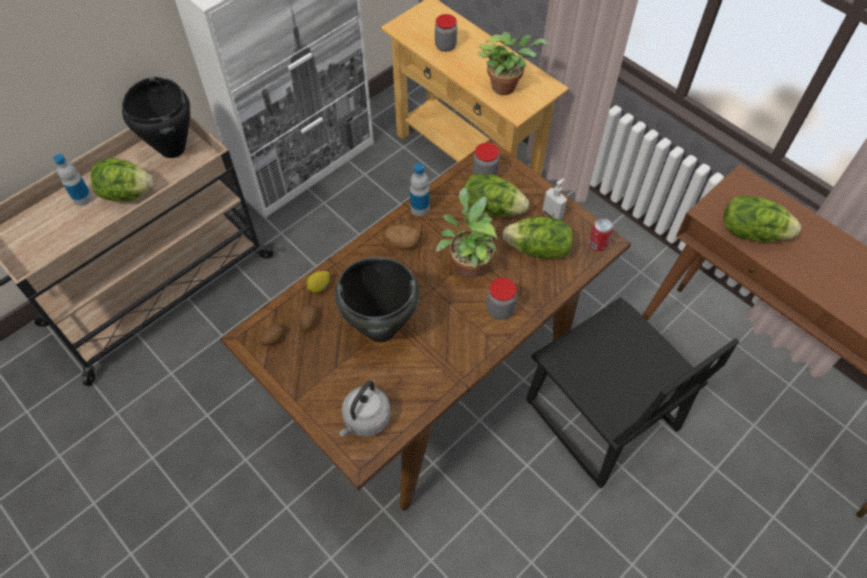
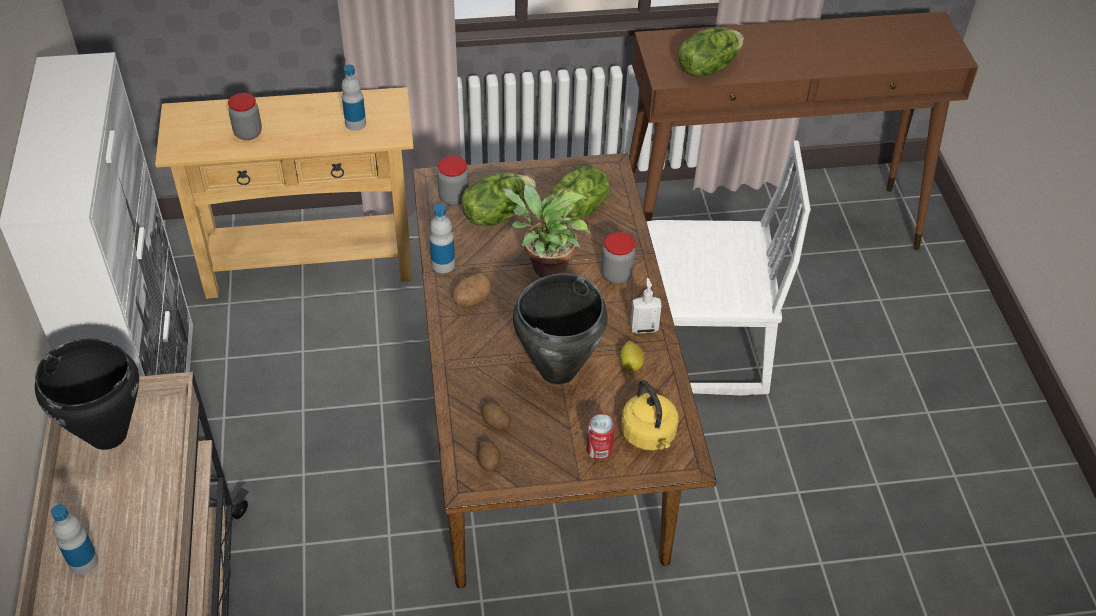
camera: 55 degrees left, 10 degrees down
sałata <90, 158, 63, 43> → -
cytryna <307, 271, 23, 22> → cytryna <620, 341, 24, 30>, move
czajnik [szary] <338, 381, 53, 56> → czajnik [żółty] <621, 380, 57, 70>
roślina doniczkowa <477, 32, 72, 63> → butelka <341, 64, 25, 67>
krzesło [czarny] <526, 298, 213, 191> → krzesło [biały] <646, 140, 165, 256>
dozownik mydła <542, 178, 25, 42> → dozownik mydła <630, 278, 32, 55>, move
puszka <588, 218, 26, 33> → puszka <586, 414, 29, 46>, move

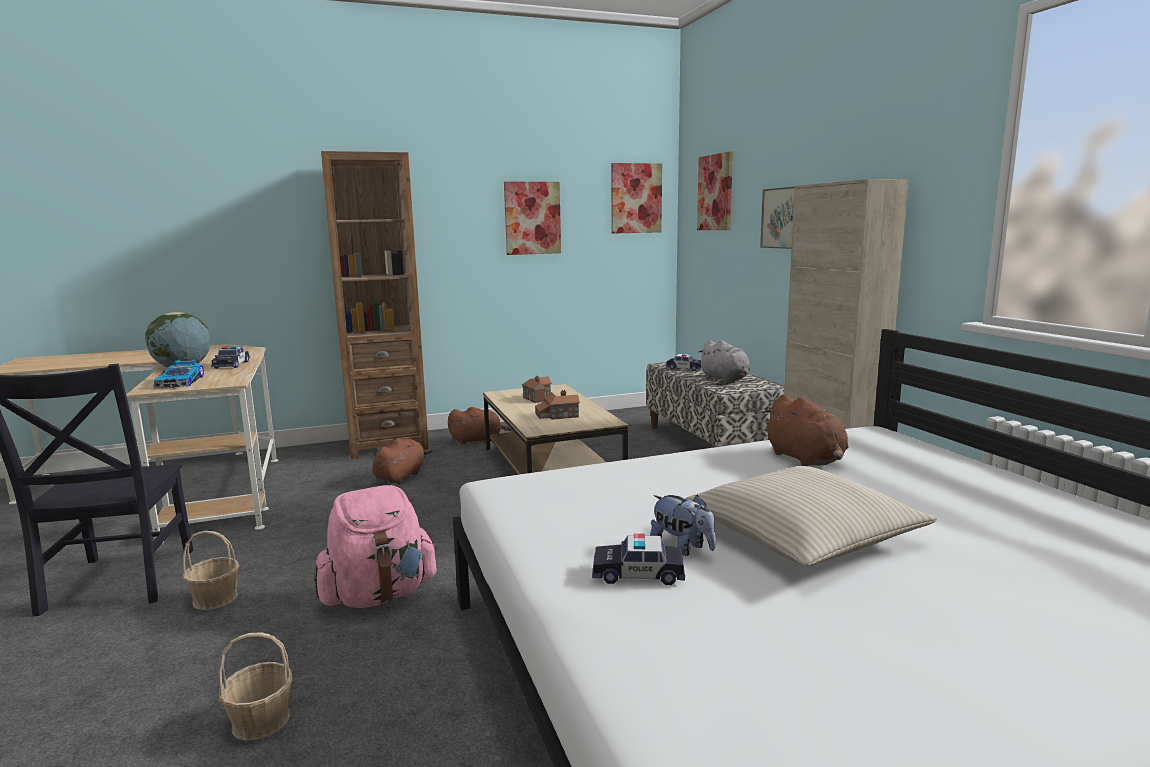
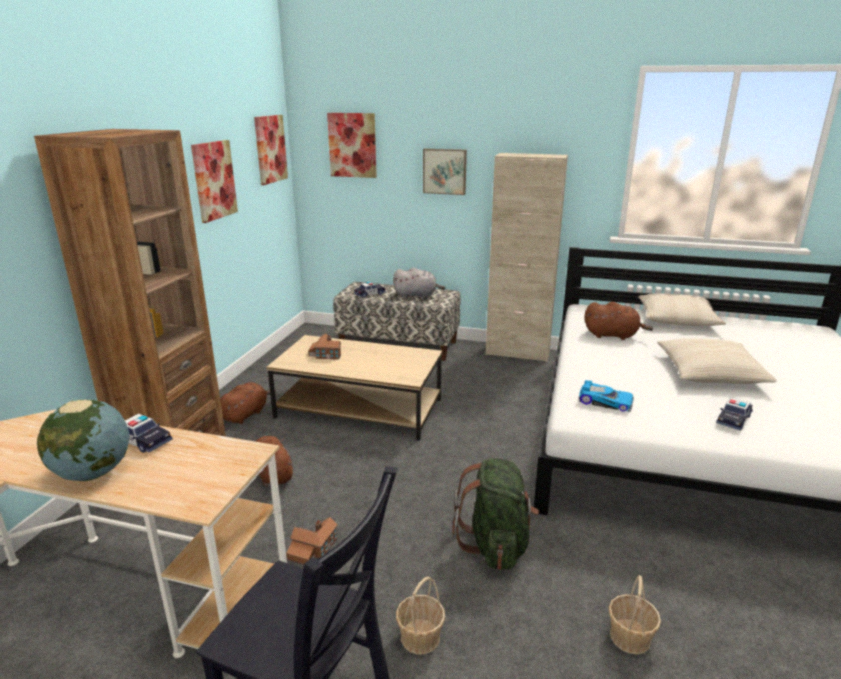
camera: 55 degrees left, 10 degrees up
samochodzik <153, 359, 51, 29> → samochodzik <579, 380, 55, 32>, move
plecak [różowy] <314, 485, 124, 123> → plecak [zielony] <453, 458, 86, 112>
domek <535, 390, 45, 30> → domek <286, 517, 52, 48>, move
pluszak <650, 495, 66, 61> → -
- → poduszka [beżowy] <638, 293, 88, 33>

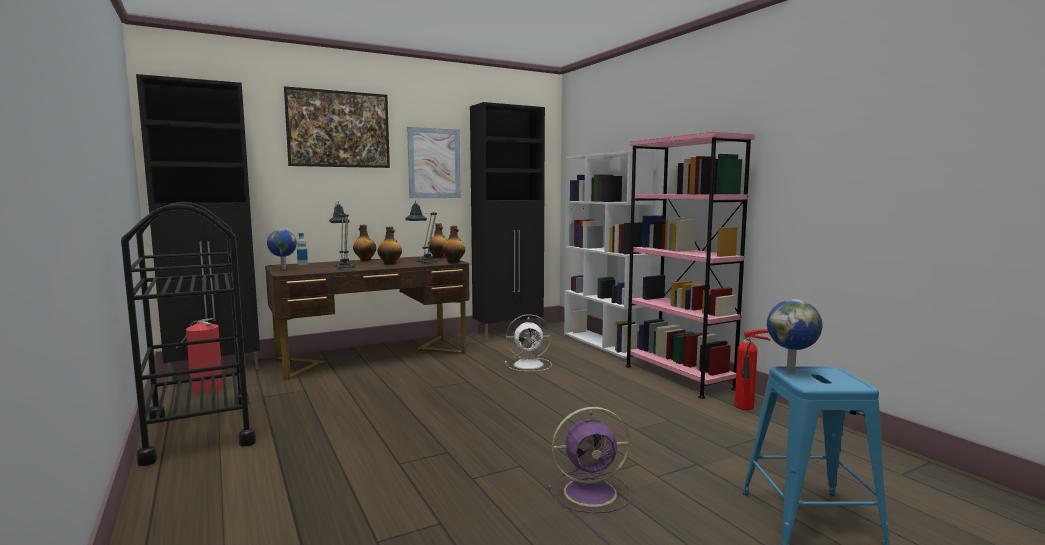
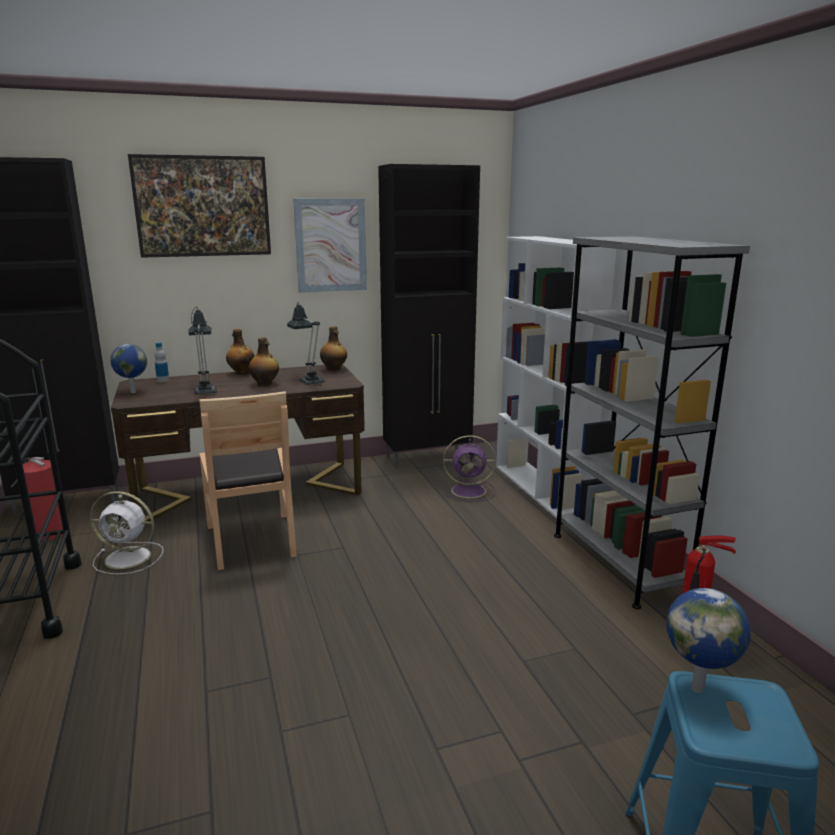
camera: 10 degrees right, 10 degrees up
butelka <442, 226, 23, 37> → -
wentylator [biały] <505, 314, 47, 57> → wentylator [biały] <90, 491, 74, 84>, move
wentylator [fioletowy] <548, 407, 83, 106> → wentylator [fioletowy] <442, 435, 54, 67>, move
regał [różowy] <626, 132, 129, 267> → regał [szary] <554, 236, 196, 373>
- → krzesło [brązowy] <199, 391, 98, 179>

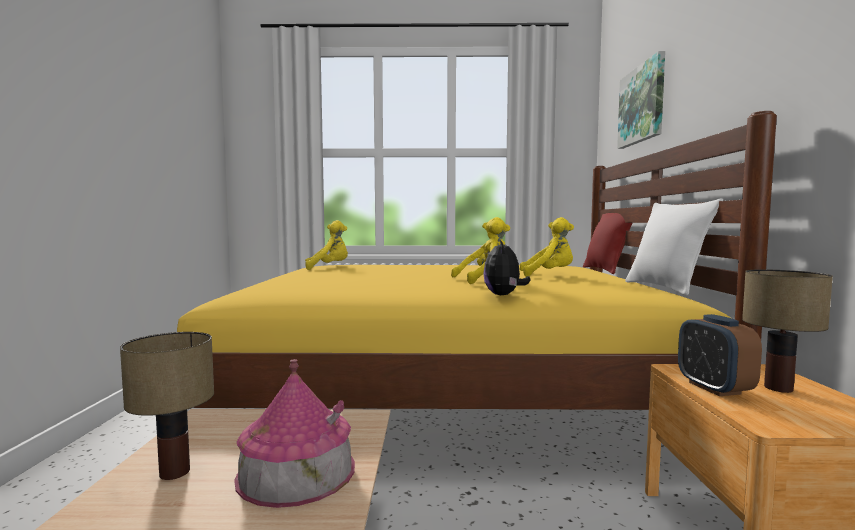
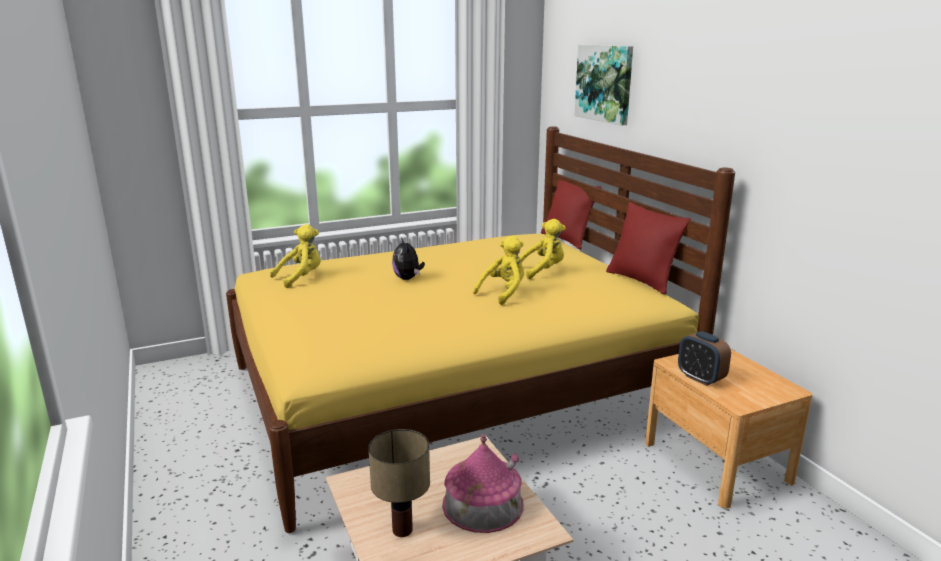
camera: 25 degrees left, 15 degrees up
pluszak <483, 240, 47, 55> → pluszak <392, 238, 33, 42>, move
poduszka [biały] <625, 198, 98, 98> → poduszka [czerwony] <606, 202, 85, 93>
lampa stołowa <742, 269, 91, 124> → -

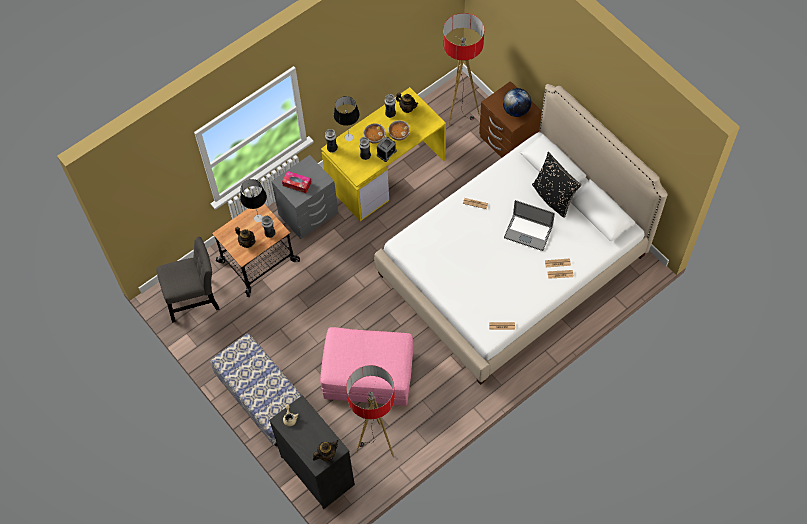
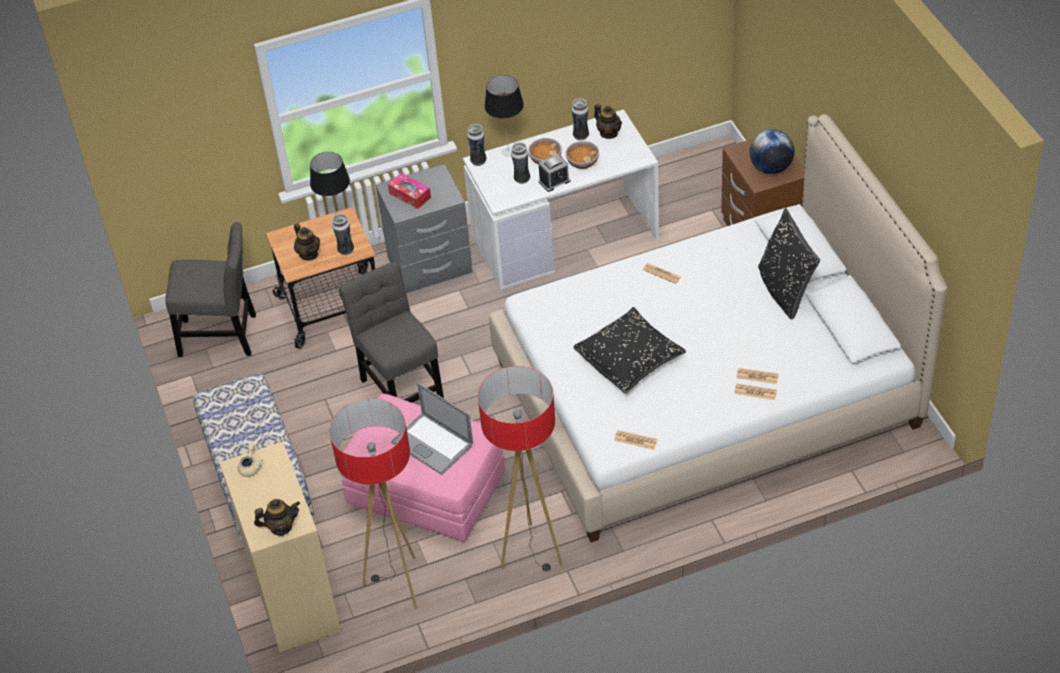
camera: 20 degrees right, 15 degrees down
komoda [czarny] <269, 395, 86, 114> → komoda [beżowy] <219, 442, 122, 210>
biurko [żółty] <321, 87, 125, 134> → biurko [biały] <463, 109, 196, 181>
lampa stojąca <443, 13, 41, 112> → lampa stojąca <478, 366, 85, 205>, move
laptop <504, 200, 51, 51> → laptop <391, 383, 82, 92>, move
- → krzesło [szary] <339, 261, 105, 142>
- → poduszka [czarny] <573, 307, 113, 86>

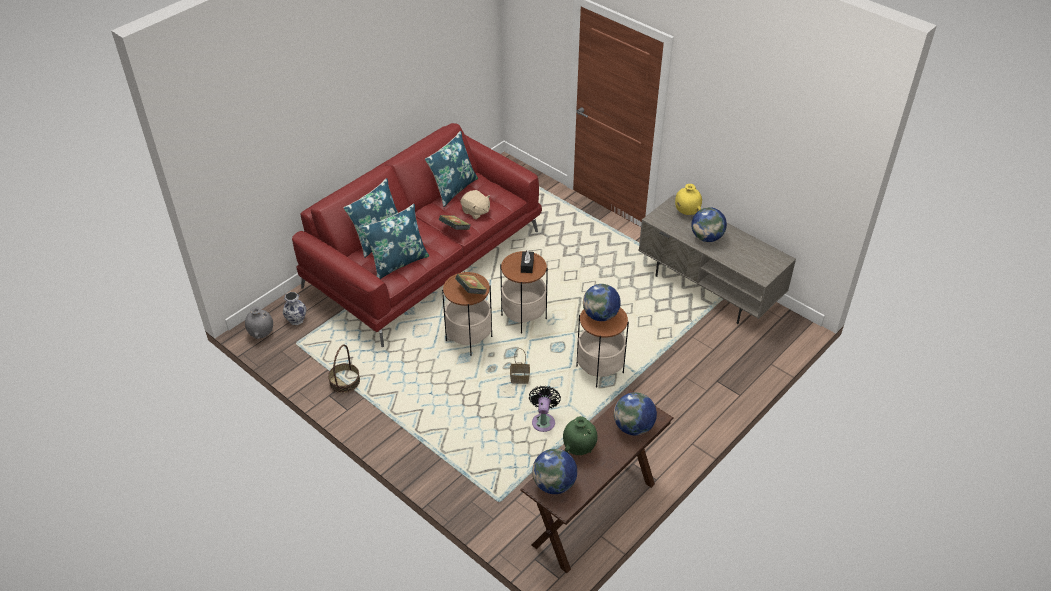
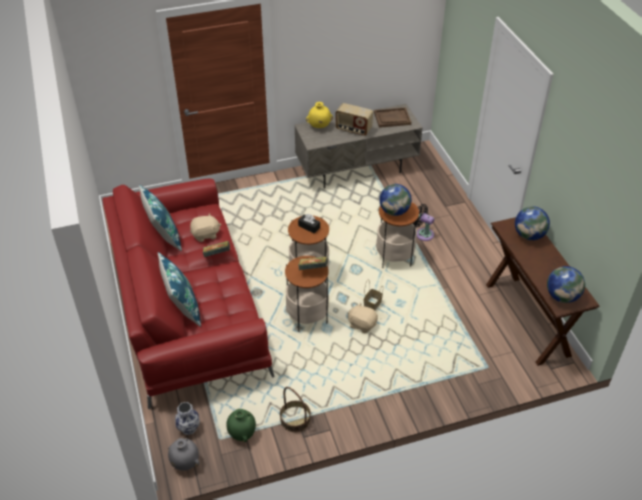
camera: 60 degrees left, 0 degrees up
poduszka [niebieski] <361, 204, 68, 75> → -
wentylator [czarny] <529, 386, 32, 46> → wentylator [czarny] <412, 204, 23, 37>, move
wazon [zielony] <563, 416, 35, 39> → wazon [zielony] <226, 409, 30, 33>, move
globus <691, 207, 36, 35> → radio <336, 103, 37, 33>
- → pluszak [beżowy] <347, 302, 31, 31>
- → taca [brązowy] <374, 107, 37, 21>

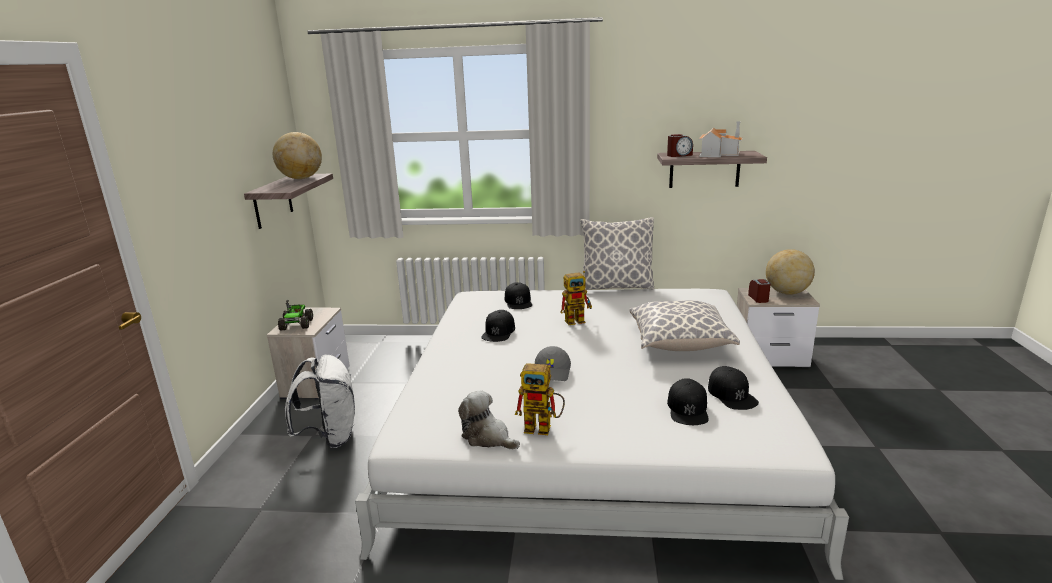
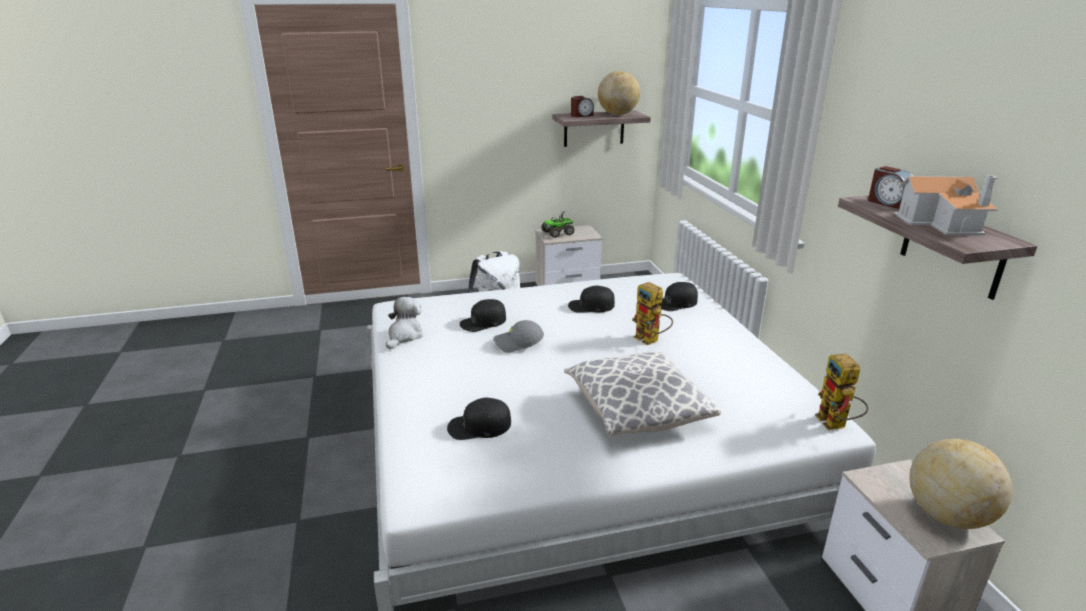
camera: 70 degrees right, 5 degrees up
robot zabawkowy <515, 363, 50, 72> → robot zabawkowy <815, 354, 54, 76>, move
poduszka <580, 217, 74, 73> → -
czapka z daszkiem [czarny] <708, 366, 51, 44> → czapka z daszkiem [czarny] <460, 299, 46, 33>, move
budzik <748, 279, 23, 24> → budzik <571, 96, 23, 21>, move

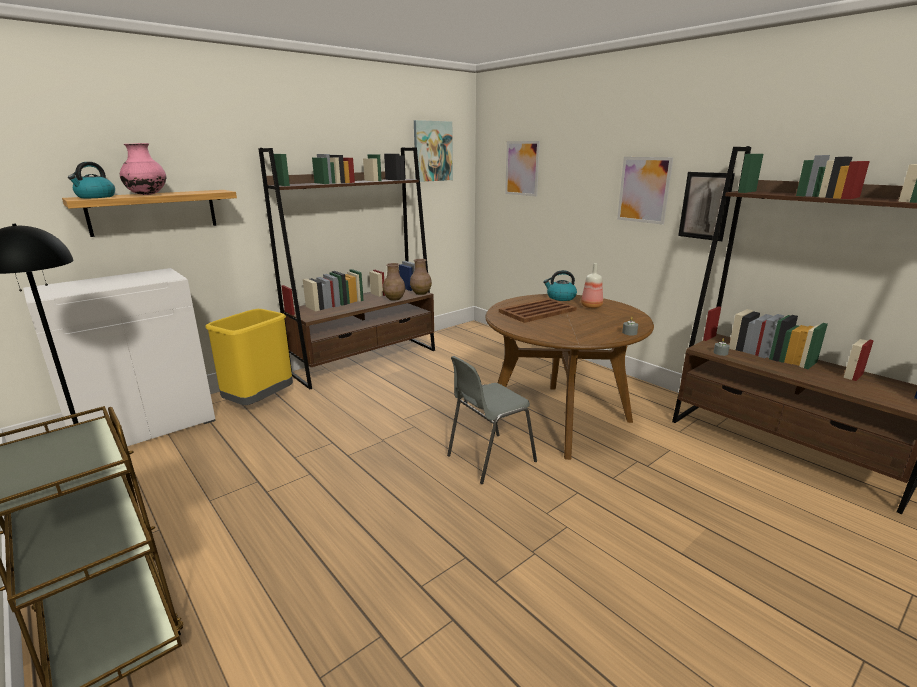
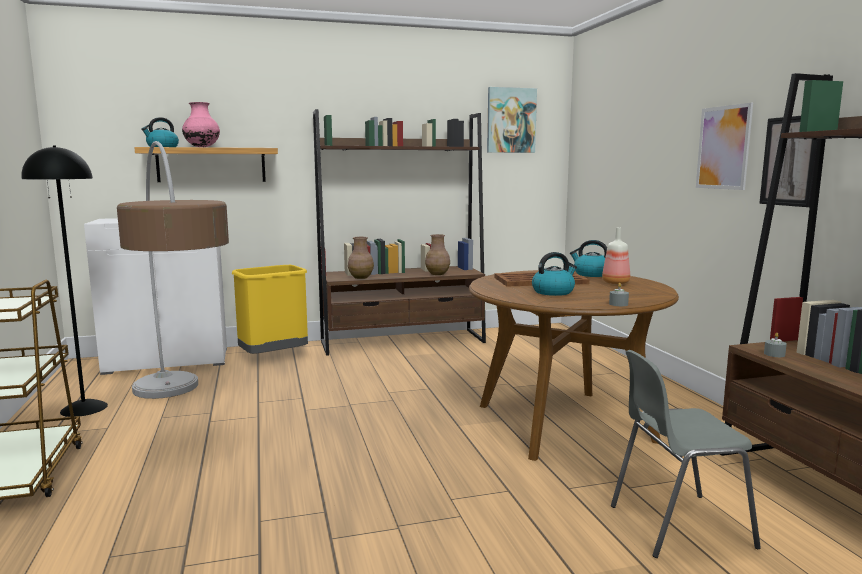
camera: 25 degrees right, 10 degrees down
wazon [brązowy] <410, 259, 22, 36> → wazon [brązowy] <348, 237, 26, 42>, move
krzesło [szary] <447, 356, 90, 128> → krzesło [szary] <611, 350, 150, 208>, move
obraz <505, 141, 35, 55> → -
- → lampa stojąca <117, 141, 112, 258>
- → czajnik <532, 252, 45, 44>

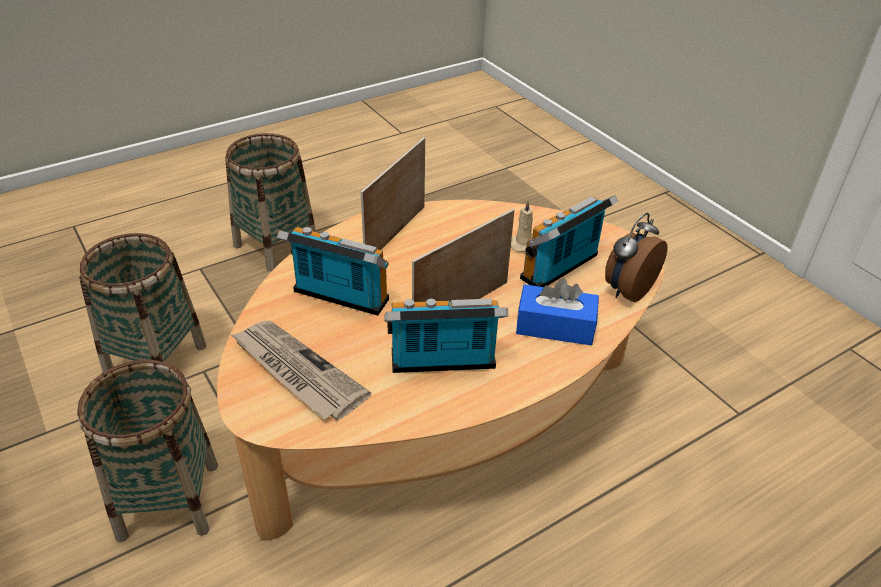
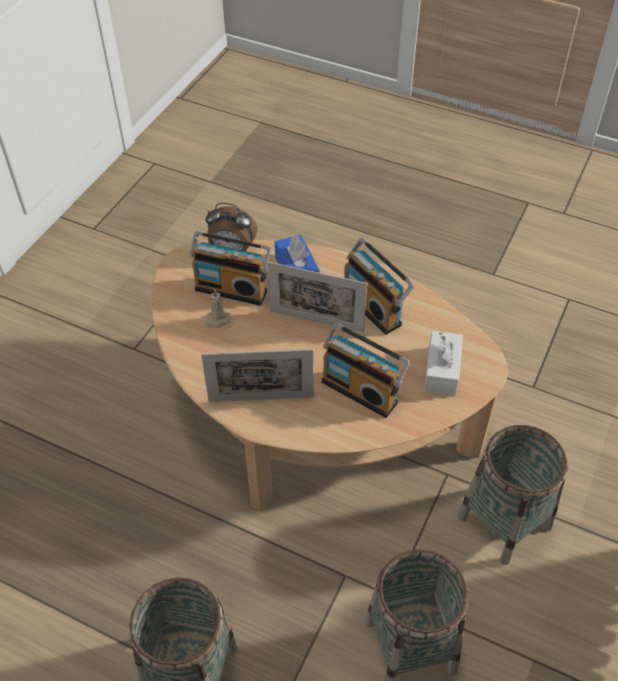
camera: 120 degrees left, 10 degrees up
gazeta <231, 321, 140, 99> → pudełko chusteczek [biały] <424, 331, 39, 65>
radio <277, 227, 112, 89> → radio <322, 323, 88, 95>, 45 degrees counterclockwise

